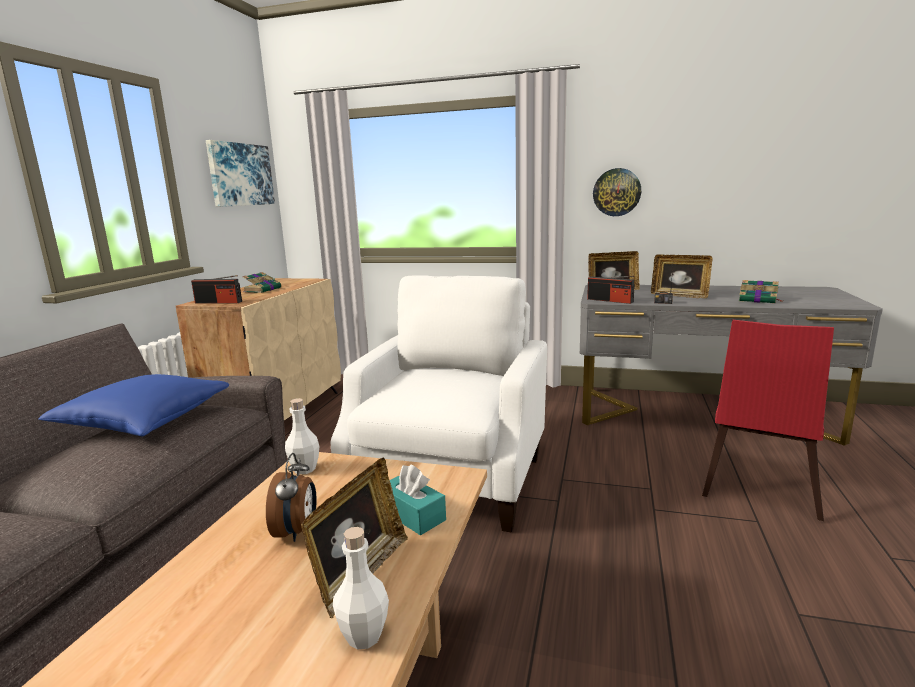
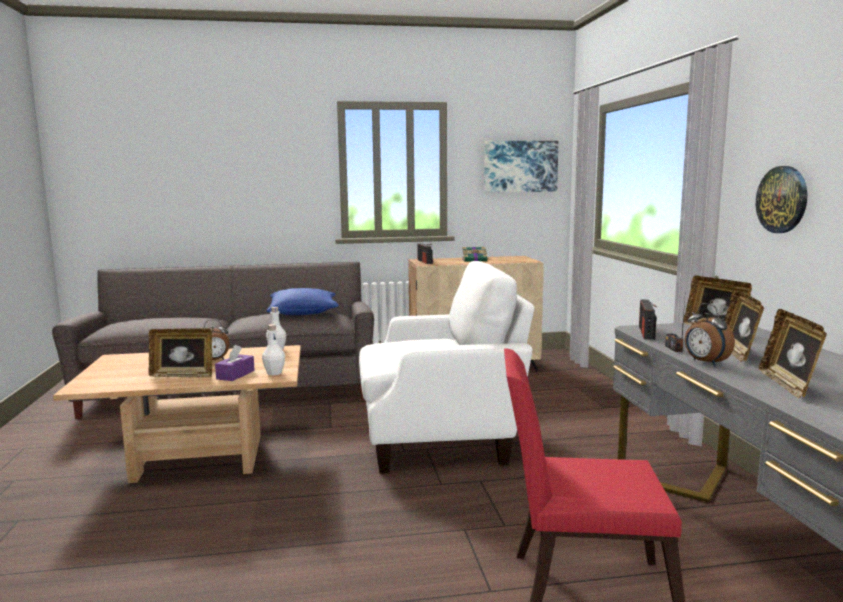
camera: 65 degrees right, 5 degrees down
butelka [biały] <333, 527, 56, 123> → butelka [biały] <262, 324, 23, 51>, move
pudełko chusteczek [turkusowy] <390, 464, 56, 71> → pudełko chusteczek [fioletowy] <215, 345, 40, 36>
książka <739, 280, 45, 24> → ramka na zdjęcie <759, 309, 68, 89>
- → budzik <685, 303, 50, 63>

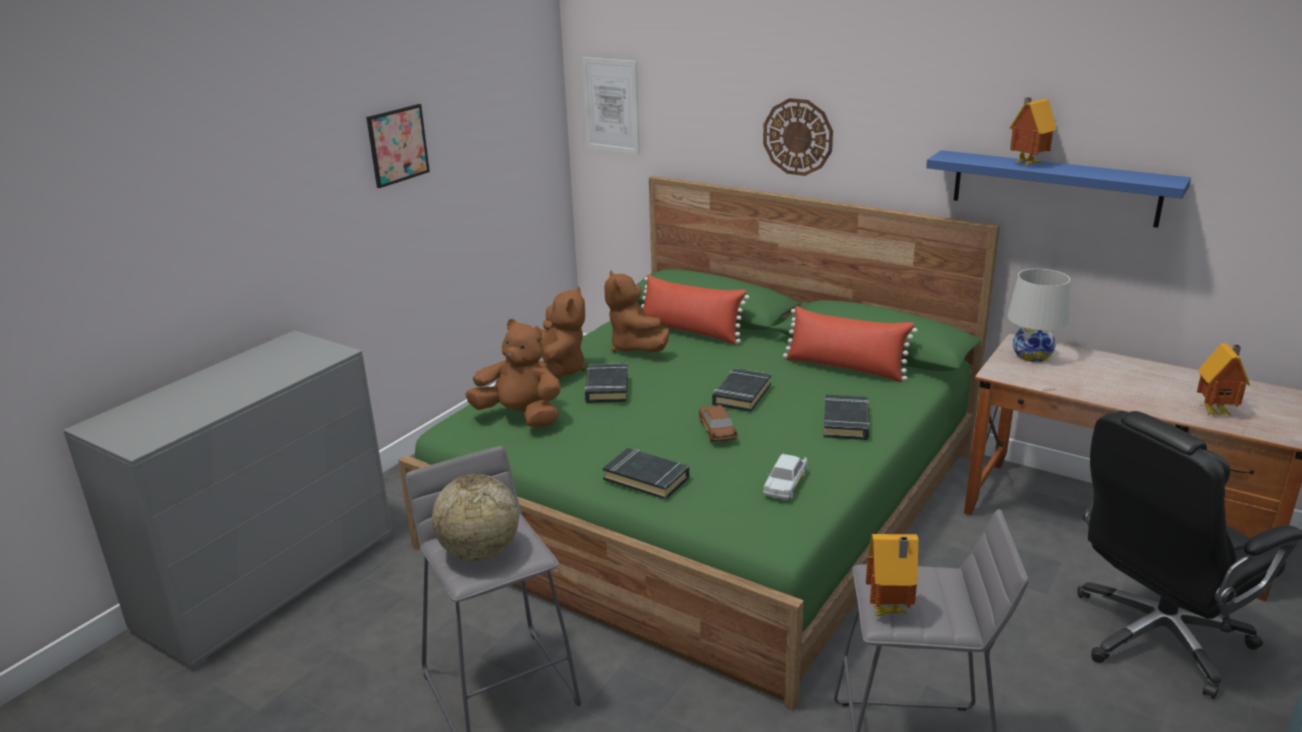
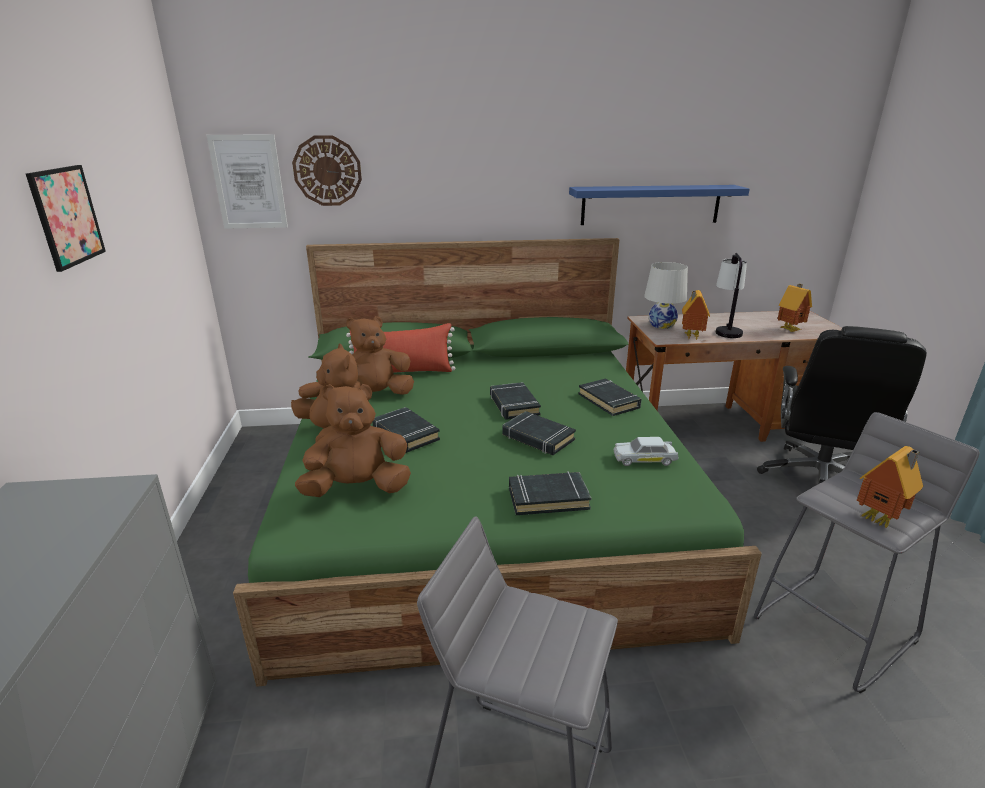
camera: 40 degrees left, 0 degrees up
globus <432, 474, 87, 87> → -
pluszak [brązowy] <604, 270, 66, 83> → pluszak [brązowy] <346, 316, 68, 79>, 120 degrees clockwise
samochodzik [brązowy] <699, 405, 38, 37> → książka [czarny] <502, 411, 74, 44>
zegar ścienny <763, 98, 70, 78> → zegar ścienny <292, 135, 70, 71>, move
samochodzik [biały] <763, 453, 45, 47> → samochodzik [biały] <614, 437, 65, 29>, 105 degrees clockwise
poduszka [czerwony] <783, 306, 135, 76> → -
domek <1010, 97, 47, 70> → domek <682, 290, 28, 50>, move
- → lampa stołowa <716, 253, 31, 85>

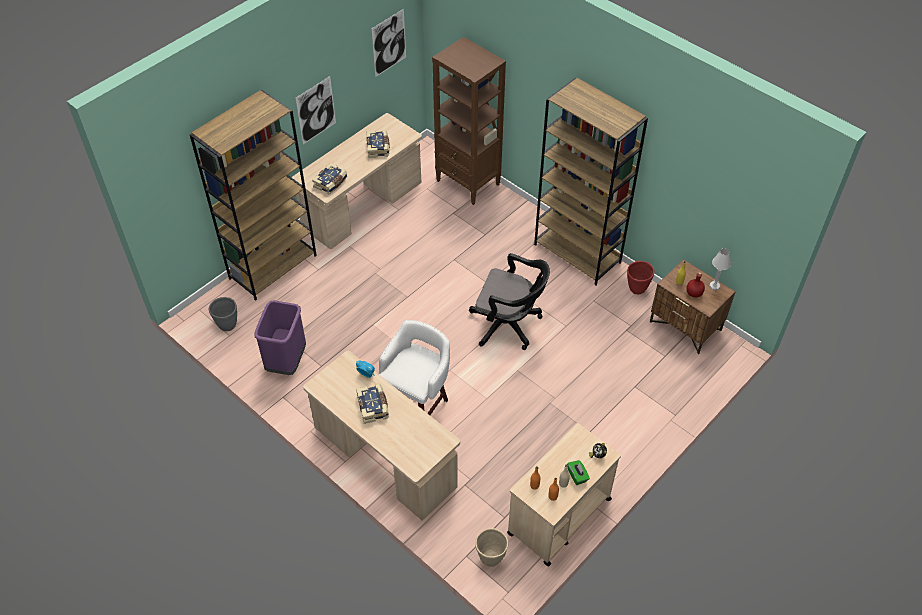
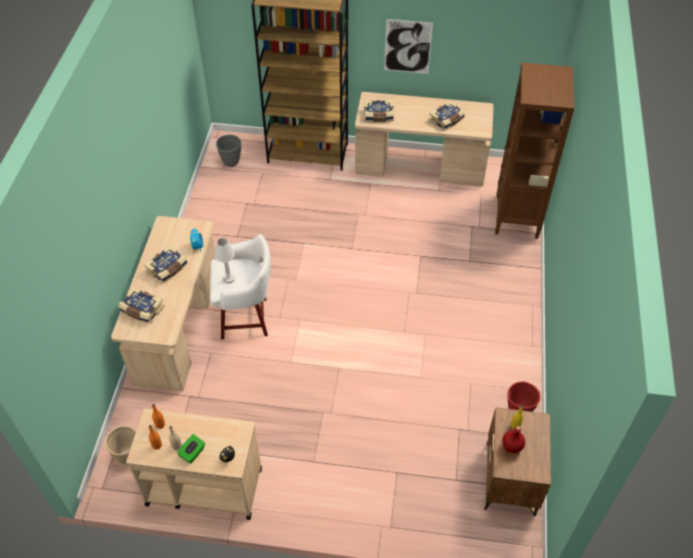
camera: 55 degrees right, 0 degrees up
kosz na śmieci [fioletowy] <254, 300, 52, 75> → -
obraz <372, 9, 34, 68> → -
krzesło biurowe [czarny] <469, 253, 81, 97> → -
regał [brązowy] <534, 78, 114, 207> → -
lampa stołowa [biały] <709, 248, 22, 42> → lampa stołowa [biały] <214, 238, 21, 45>, move
- → książka <119, 287, 46, 37>

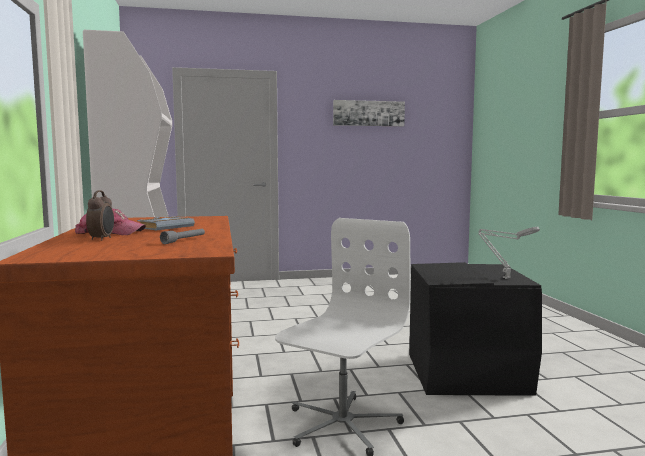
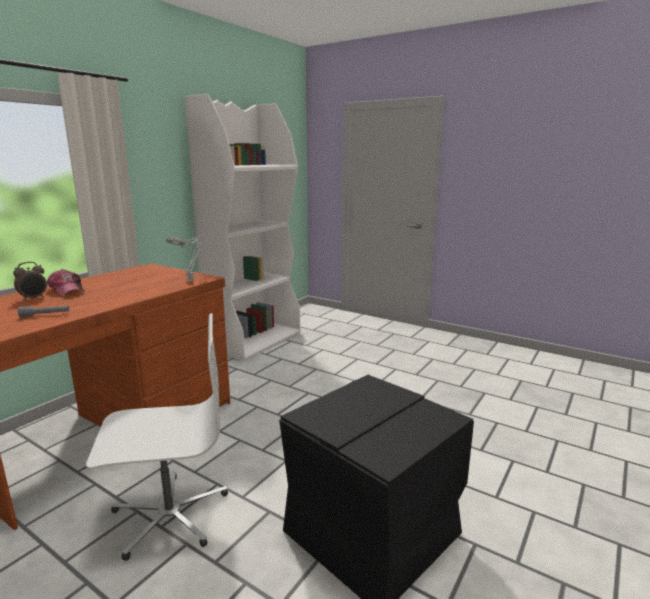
camera: 45 degrees right, 10 degrees up
książka [szary] <137, 216, 58, 14> → -
obraz <333, 100, 72, 26> → -
lampa stołowa [szary] <478, 227, 62, 52> → lampa stołowa [szary] <166, 236, 39, 46>, move

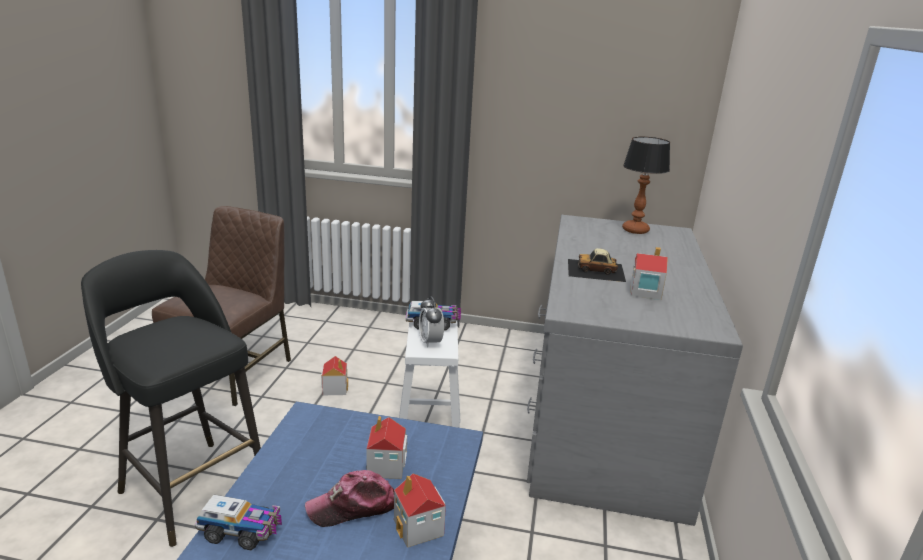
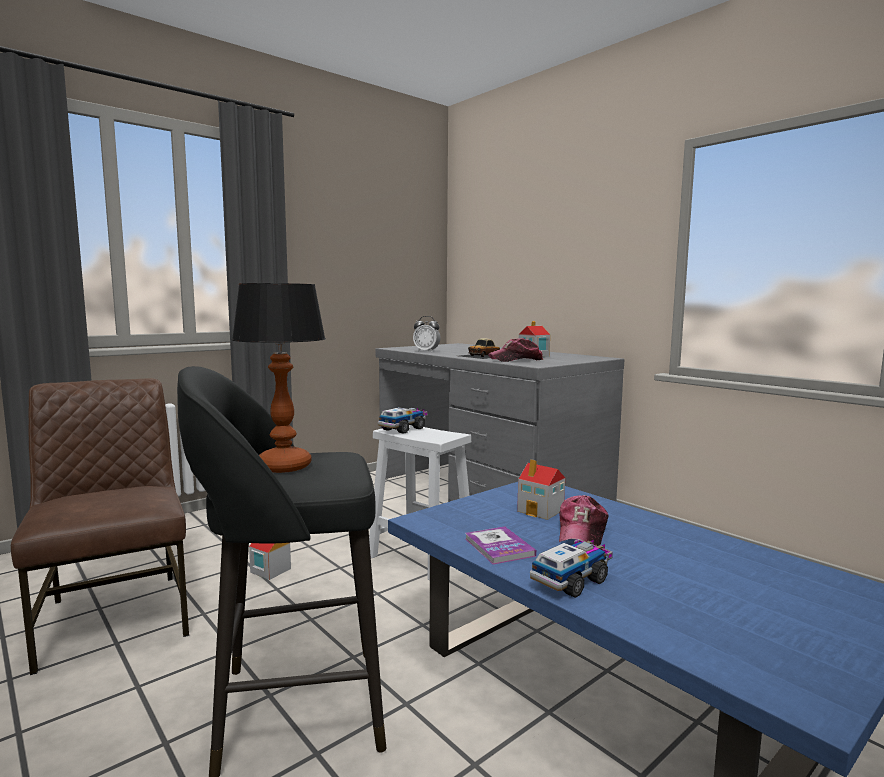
camera: 50 degrees left, 15 degrees down
domek <394, 474, 52, 74> → -
budzik <419, 296, 25, 52> → budzik <413, 316, 28, 36>, move
lampa stołowa <622, 137, 48, 97> → lampa stołowa <232, 283, 94, 190>, move
- → książka <466, 526, 70, 39>
- → czapka z daszkiem <488, 338, 55, 24>

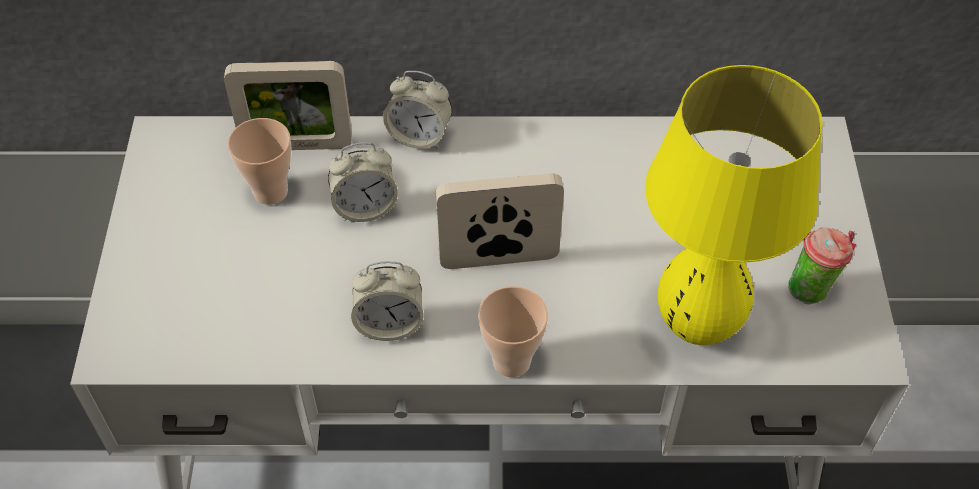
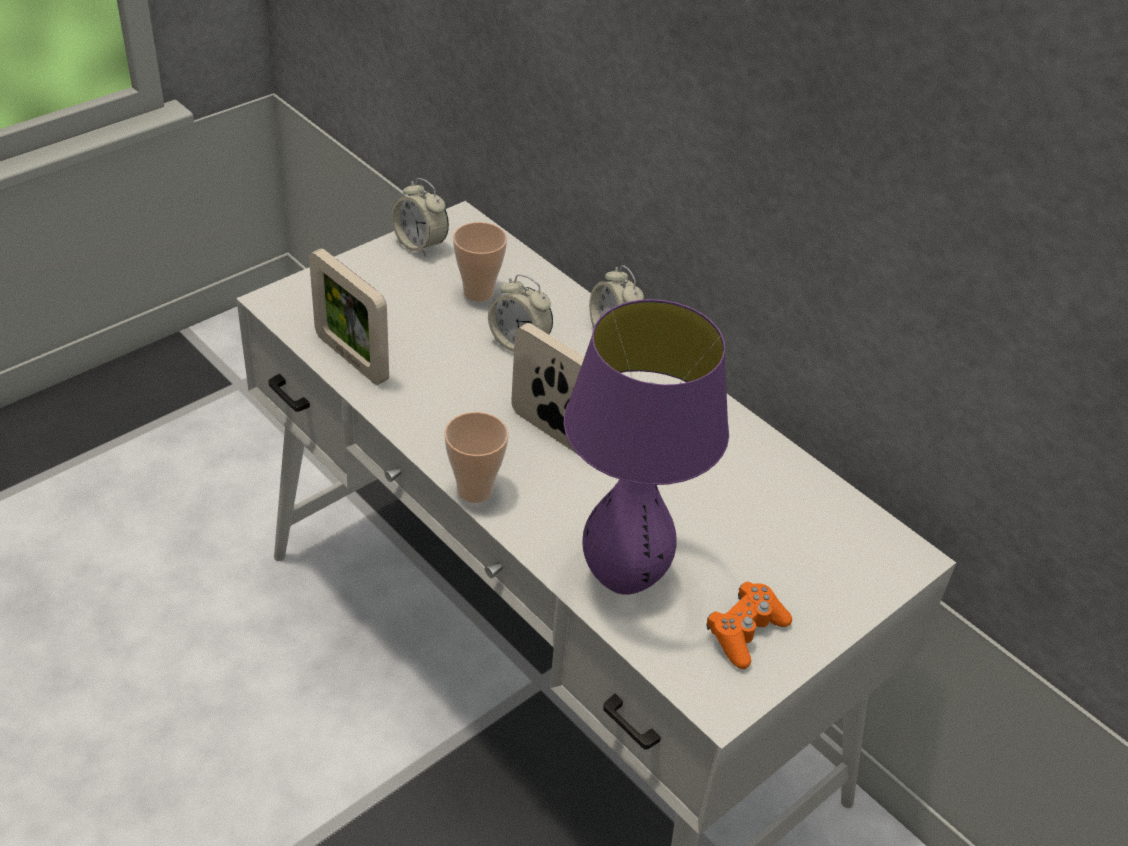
camera: 45 degrees right, 10 degrees down
ramka na zdjęcie <224, 61, 128, 89> → ramka na zdjęcie <309, 248, 80, 137>, move
budzik <351, 261, 73, 80> → budzik <392, 178, 57, 79>, move
lampa stołowa [żółty] <645, 65, 178, 280> → lampa stołowa [fioletowy] <564, 299, 165, 296>
filiżanka <788, 227, 68, 77> → pad do gier [pomarańczowy] <707, 581, 85, 88>

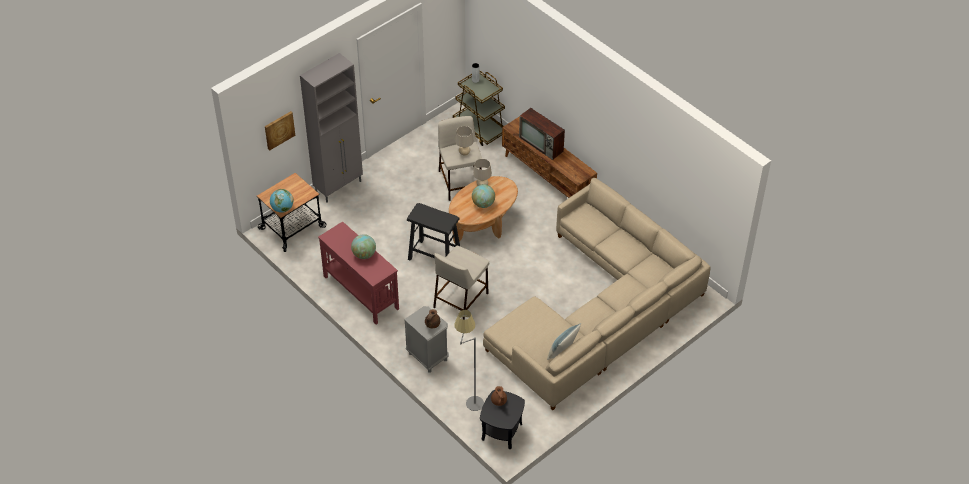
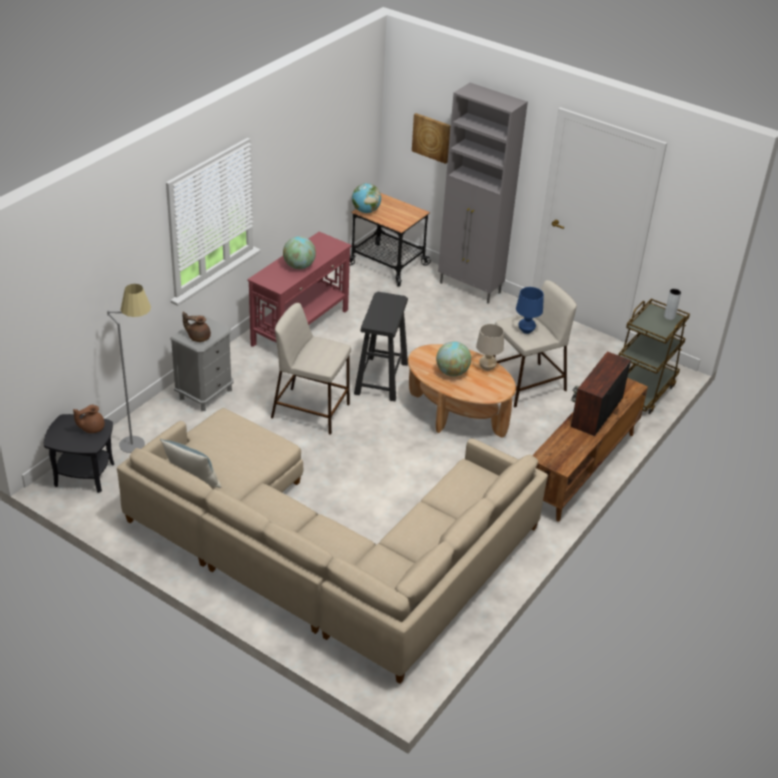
camera: 75 degrees right, 10 degrees down
lampa stołowa [beżowy] <455, 126, 19, 30> → lampa stołowa [niebieski] <516, 287, 28, 47>

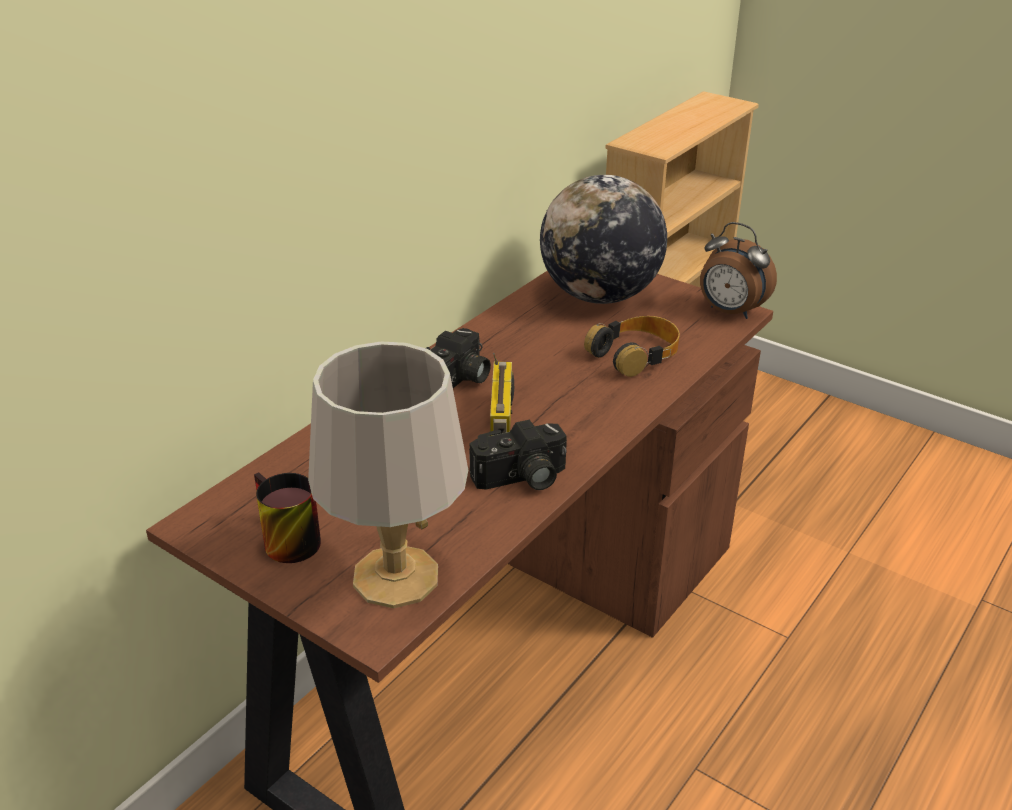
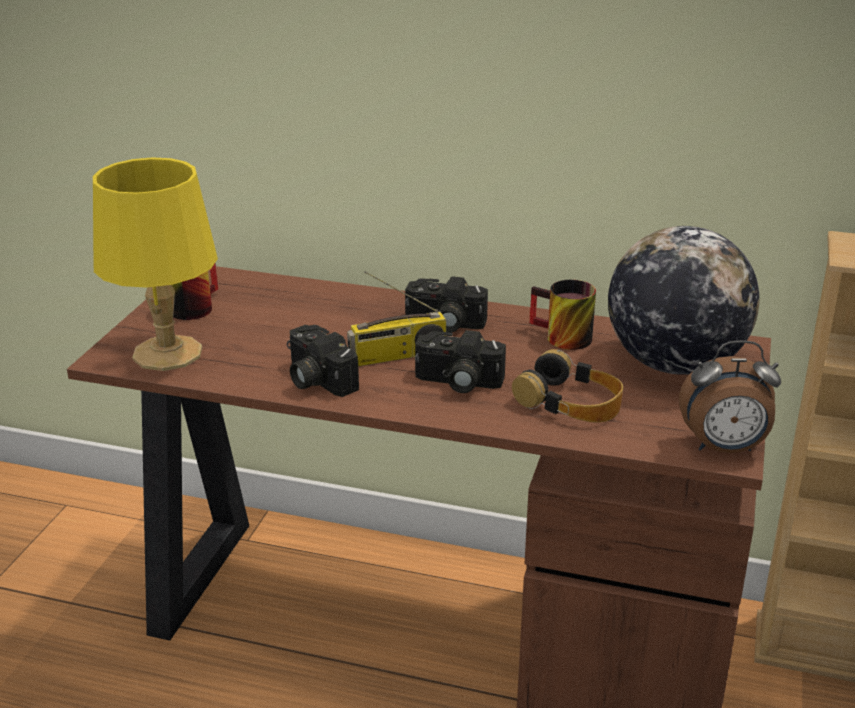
camera: 70 degrees right, 5 degrees down
lampa stołowa [szary] <308, 341, 160, 267> → lampa stołowa [żółty] <93, 157, 125, 214>
budzik <700, 222, 77, 97> → budzik <679, 340, 102, 113>, 105 degrees counterclockwise
- → aparat fotograficzny <415, 330, 91, 63>
- → kubek <529, 280, 67, 70>

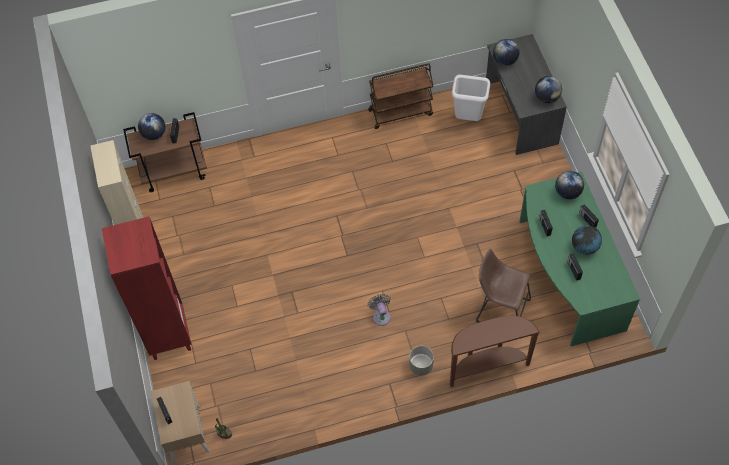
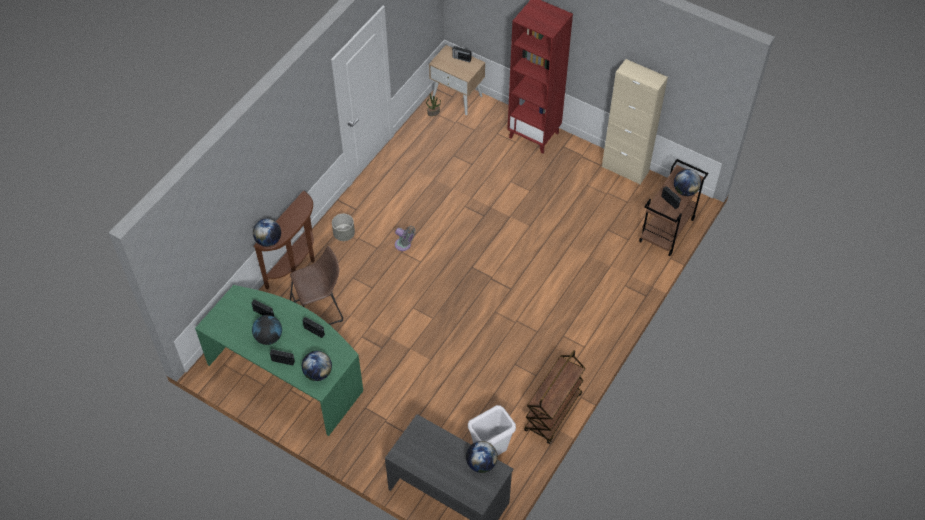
camera: 135 degrees right, 5 degrees down
globus <535, 76, 27, 27> → globus <253, 219, 28, 28>, move

